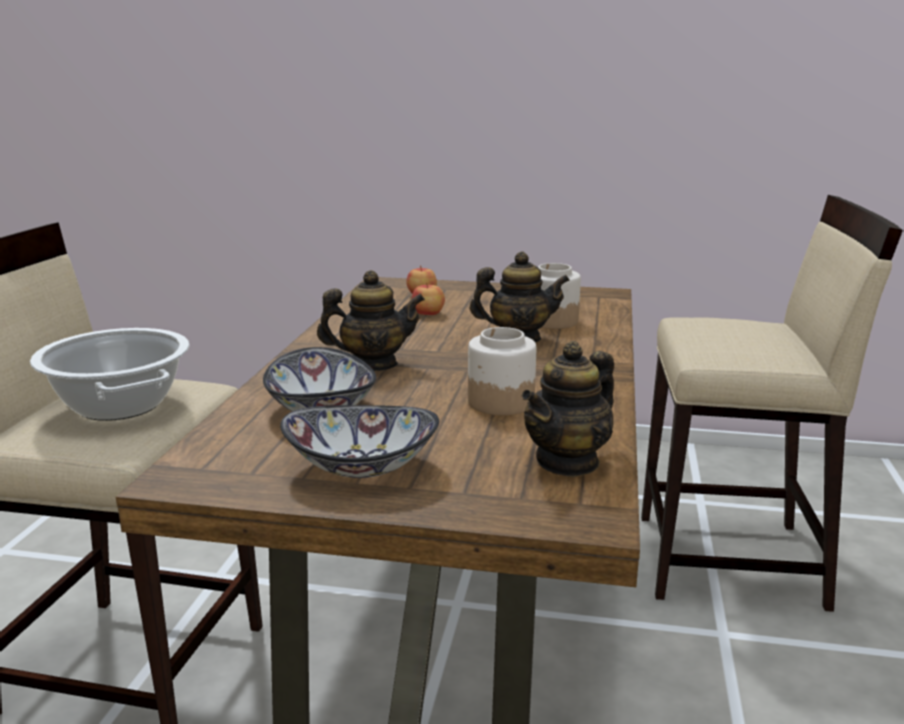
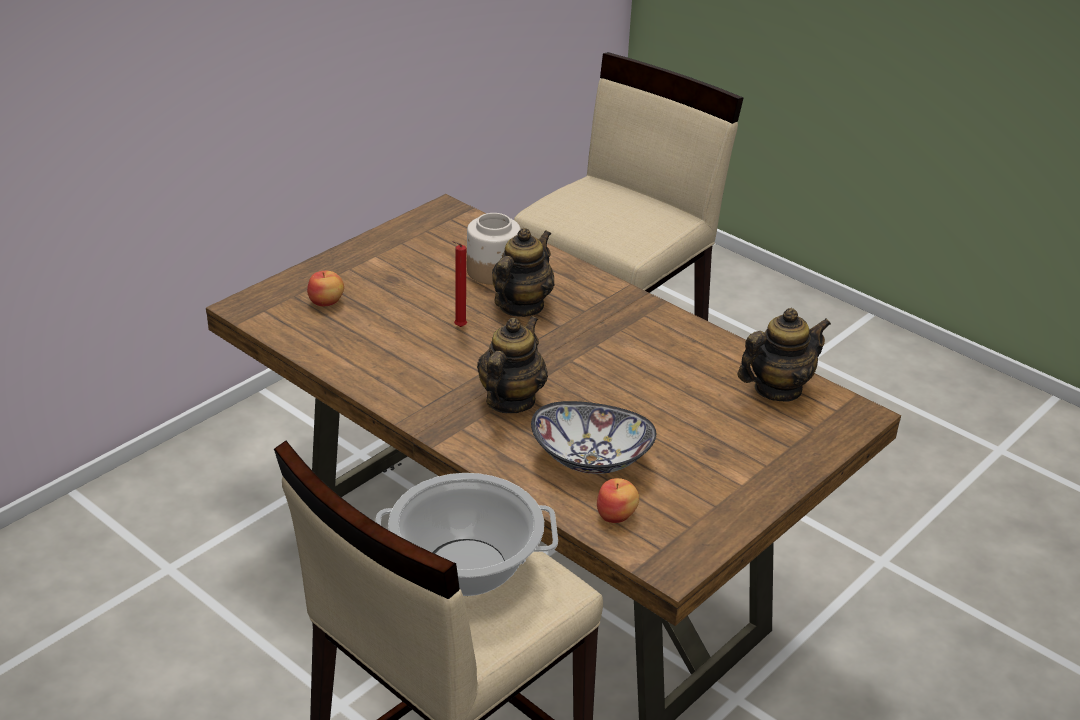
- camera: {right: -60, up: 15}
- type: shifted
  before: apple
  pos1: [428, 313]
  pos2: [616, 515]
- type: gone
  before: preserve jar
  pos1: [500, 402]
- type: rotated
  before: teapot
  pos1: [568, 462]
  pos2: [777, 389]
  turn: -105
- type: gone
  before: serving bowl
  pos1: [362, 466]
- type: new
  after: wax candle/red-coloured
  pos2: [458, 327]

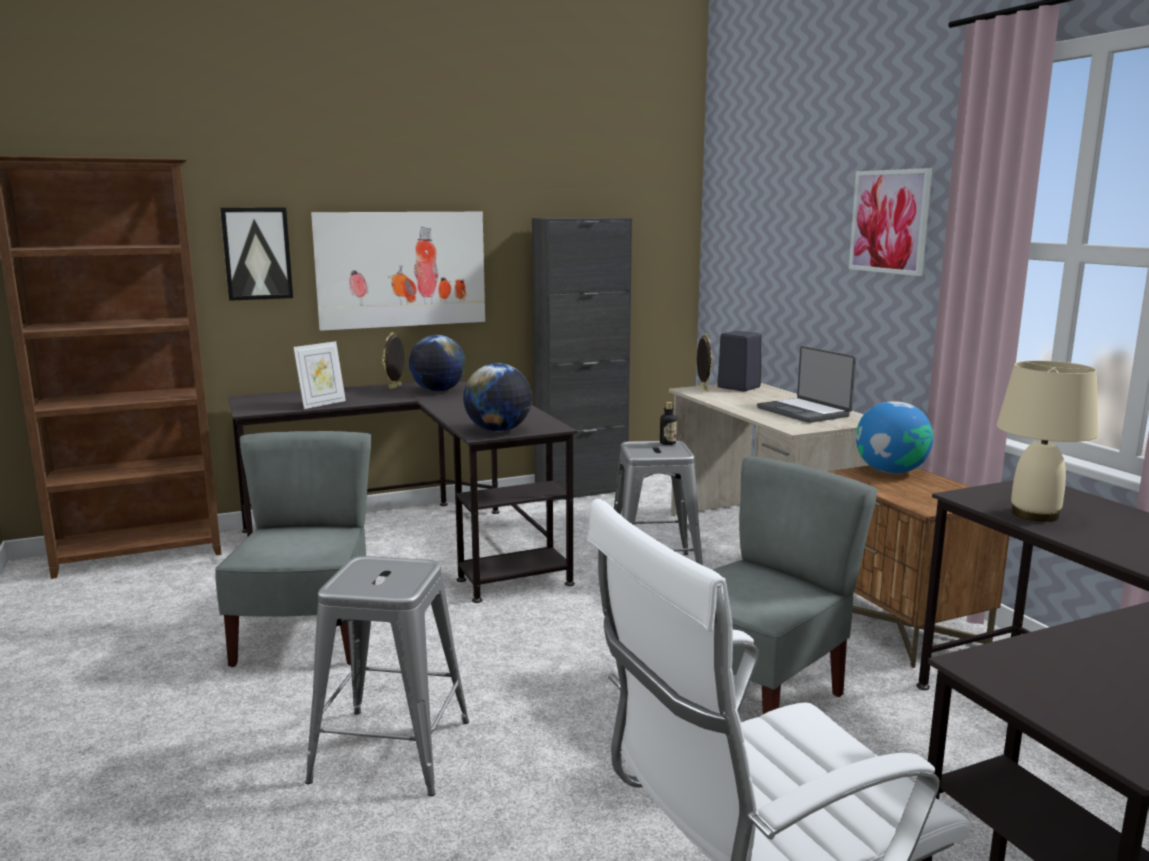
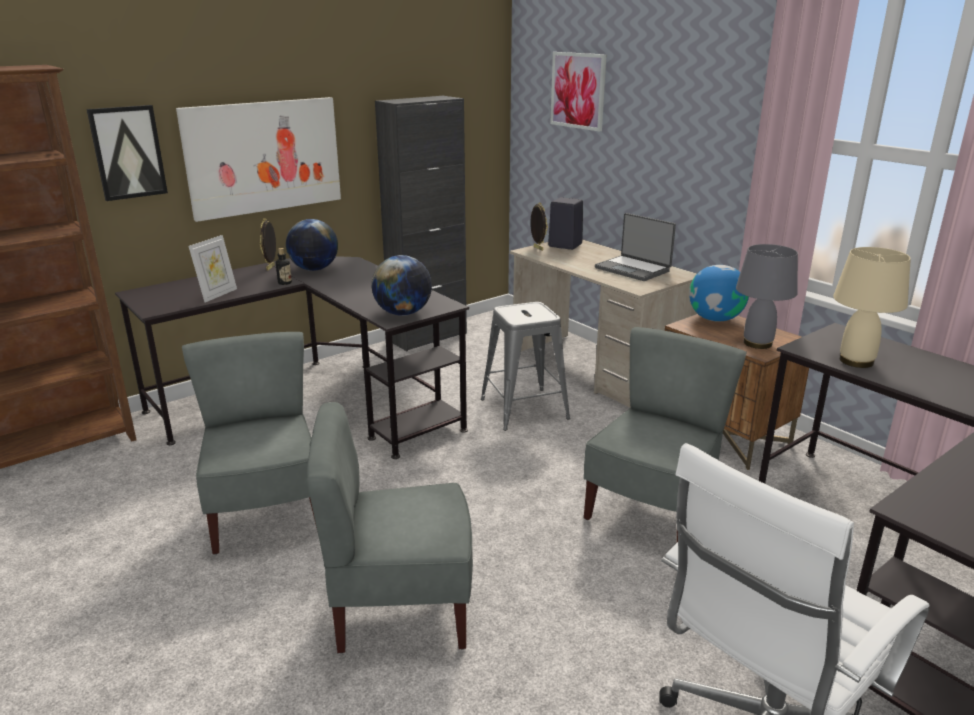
- camera: {right: -15, up: 10}
- type: shifted
  before: picture
  pos1: [889, 221]
  pos2: [578, 90]
- type: shifted
  before: drink bottle
  pos1: [667, 443]
  pos2: [285, 283]
- type: swapped
  before: stool/gray
  after: upright chair/gray
  pos1: [392, 751]
  pos2: [400, 609]
- type: new
  after: tabletop lamp/gray
  pos2: [758, 343]

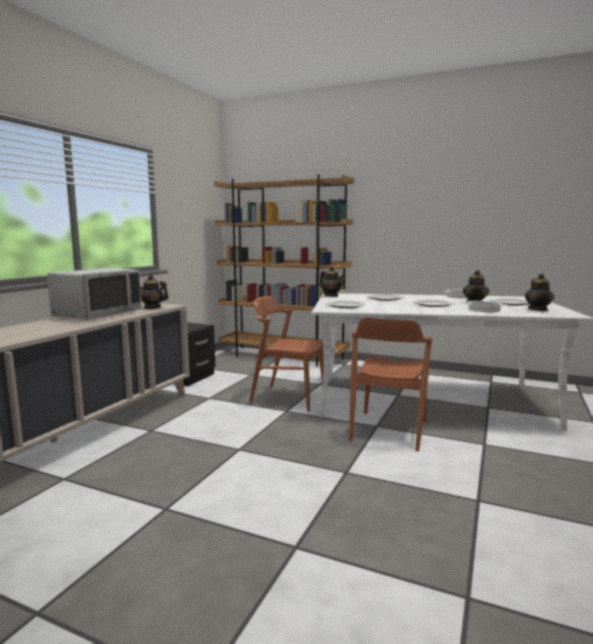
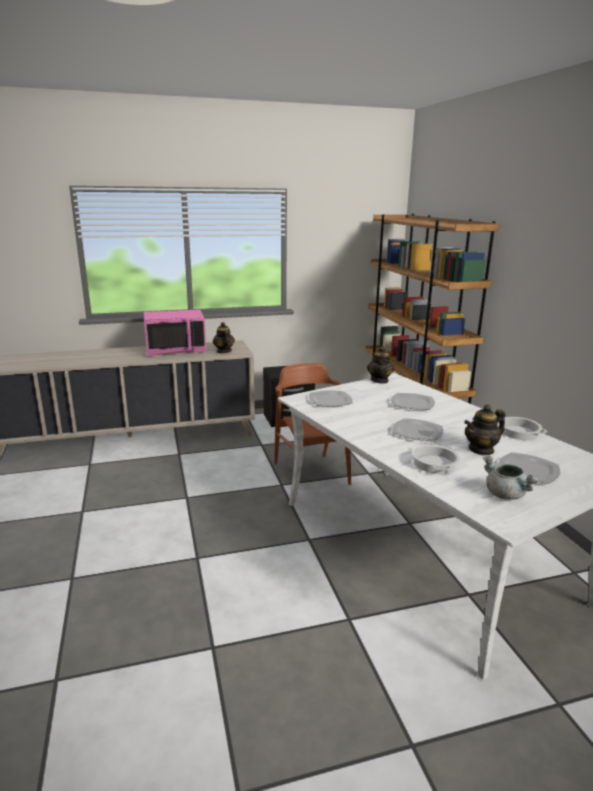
- camera: {right: 50, up: 10}
- type: repainted
  before: microwave oven/gray
  after: microwave oven/pinkish
  pos1: [97, 314]
  pos2: [176, 349]
- type: swapped
  before: teapot
  after: cooking pot/gray
  pos1: [538, 309]
  pos2: [506, 495]
- type: gone
  before: upright chair/brown
  pos1: [389, 430]

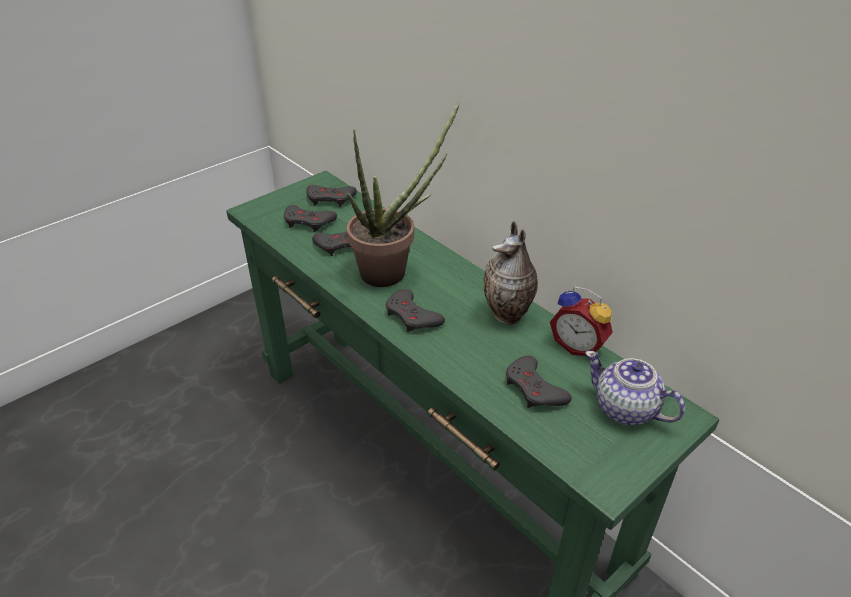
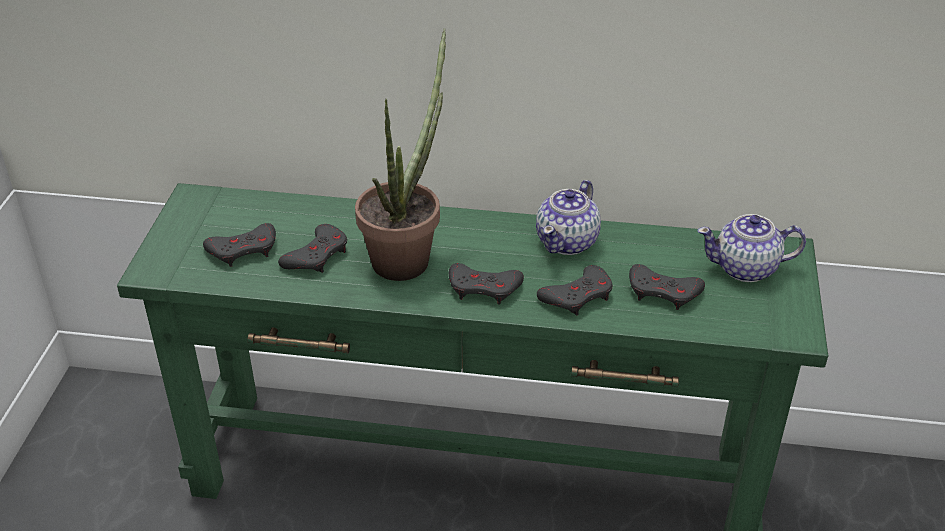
- camera: {right: -40, up: 0}
- type: shifted
  before: joypad/gray
  pos1: [330, 199]
  pos2: [578, 296]
- type: swapped
  before: decorative vase
  after: teapot
  pos1: [508, 316]
  pos2: [568, 241]
- type: gone
  before: alarm clock
  pos1: [578, 345]

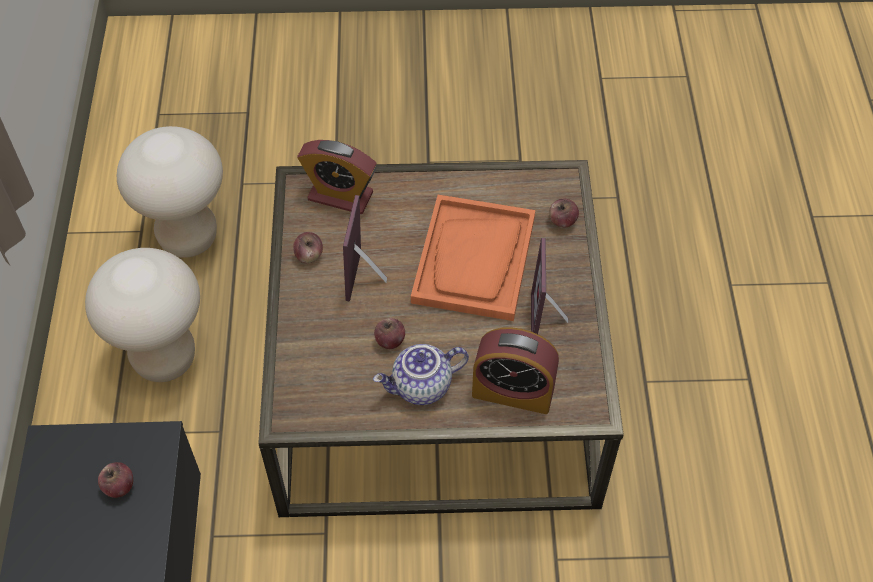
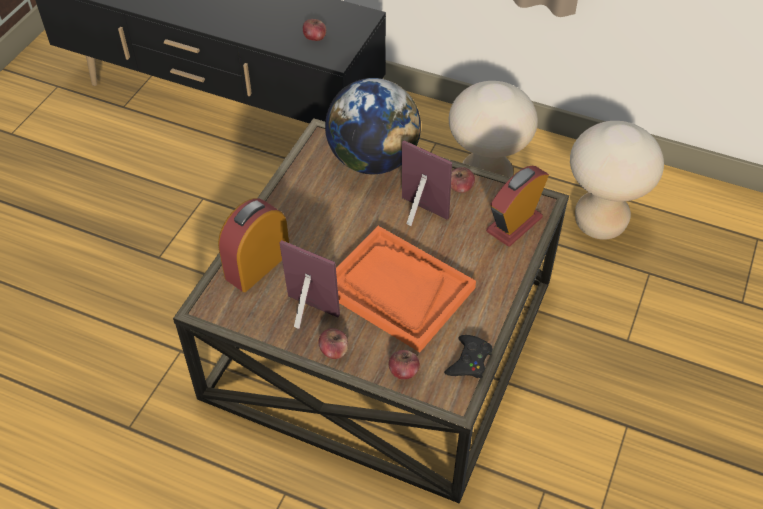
- camera: {right: 115, up: -5}
- type: shifted
  before: apple
  pos1: [390, 340]
  pos2: [334, 351]
- type: gone
  before: teapot
  pos1: [421, 387]
- type: new
  after: desk globe
  pos2: [373, 160]
- type: new
  after: joypad/black
  pos2: [469, 361]

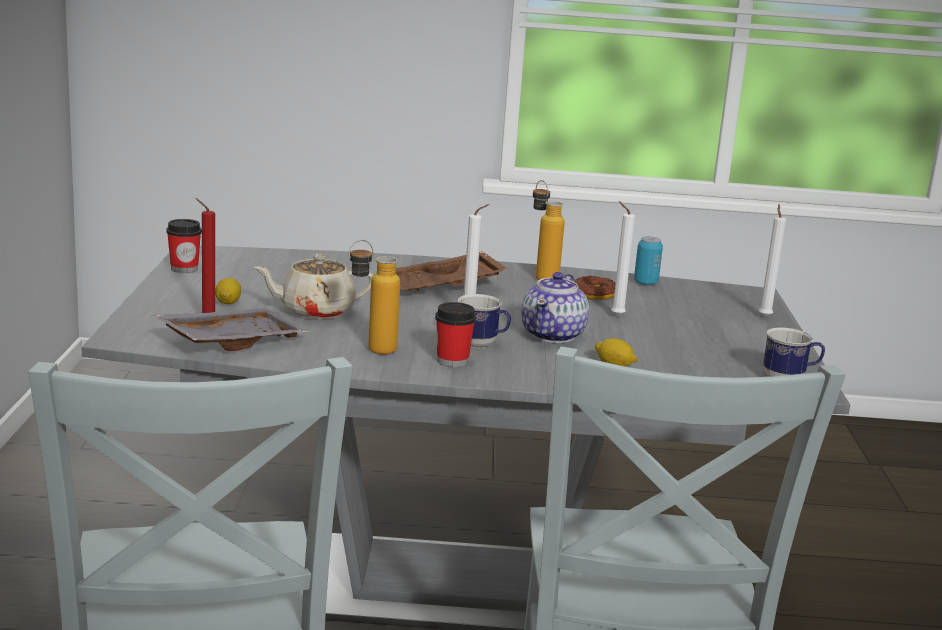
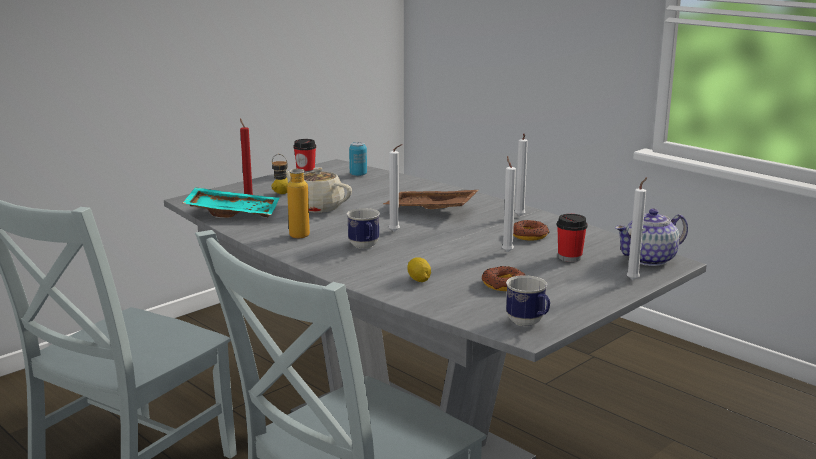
- camera: {right: 45, up: 0}
- type: swapped
  before: drink bottle
  after: wax candle/whitish
  pos1: [541, 276]
  pos2: [519, 217]
- type: shifted
  before: can
  pos1: [645, 283]
  pos2: [358, 174]
- type: shifted
  before: teapot
  pos1: [553, 335]
  pos2: [650, 259]
- type: shifted
  before: small cup
  pos1: [452, 361]
  pos2: [569, 257]
- type: repainted
  before: carrying tray/gray
  after: carrying tray/turquoise
  pos1: [230, 342]
  pos2: [233, 213]
- type: new
  after: ring doughnut
  pos2: [504, 284]

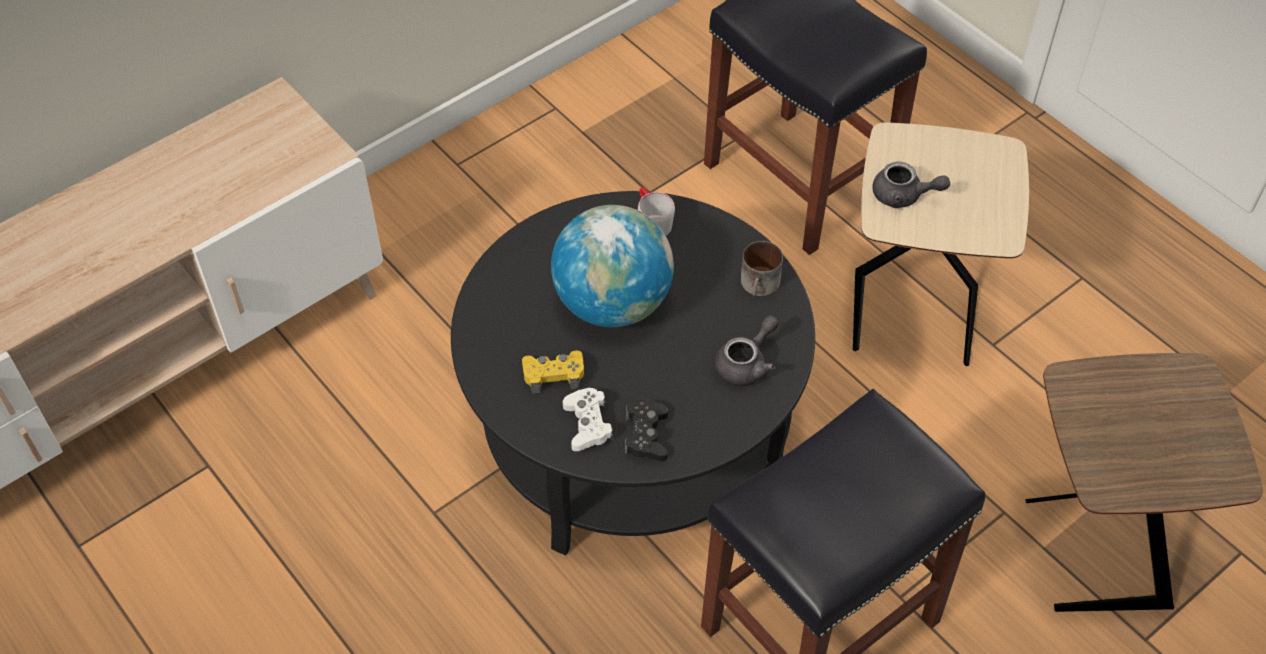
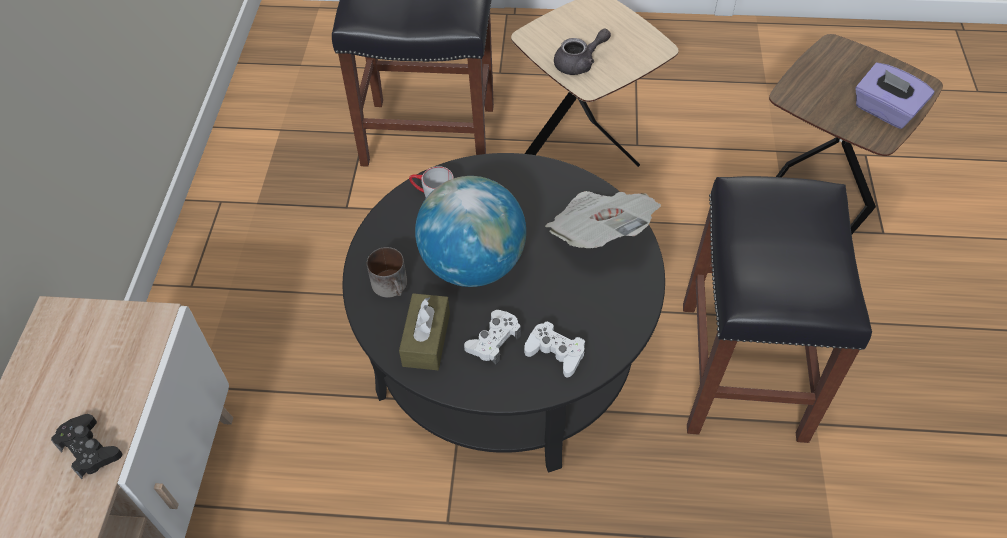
- camera: {right: -45, up: 0}
- type: shifted
  before: mug
  pos1: [760, 285]
  pos2: [393, 286]
- type: swapped
  before: teapot/gray
  after: daily paper
  pos1: [746, 364]
  pos2: [599, 234]
- type: repainted
  before: joypad/yellowish
  after: joypad/whitish
  pos1: [553, 375]
  pos2: [493, 340]
- type: shifted
  before: joypad/black
  pos1: [646, 435]
  pos2: [89, 450]
- type: new
  after: tissue holder/purple-coloured
  pos2: [884, 111]
- type: new
  after: tissue holder/brown
  pos2: [426, 339]

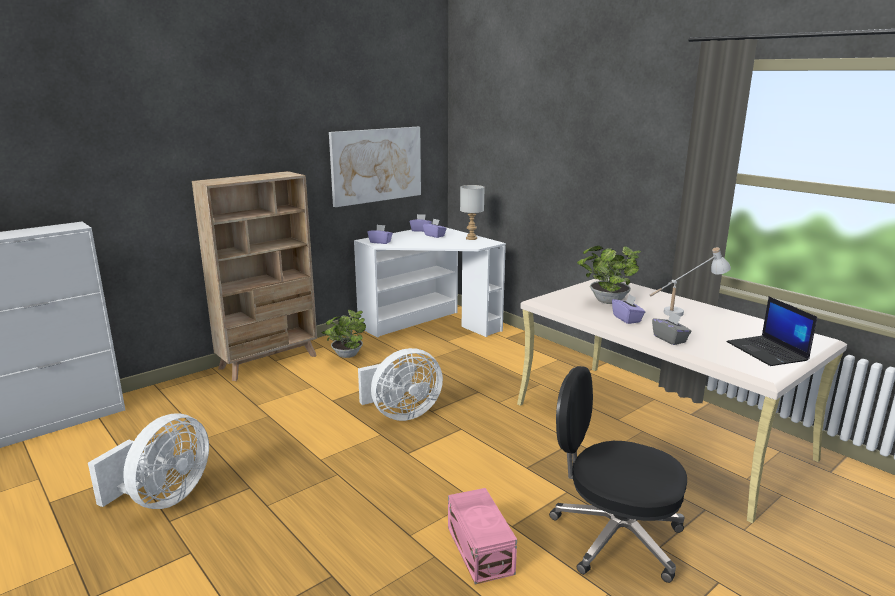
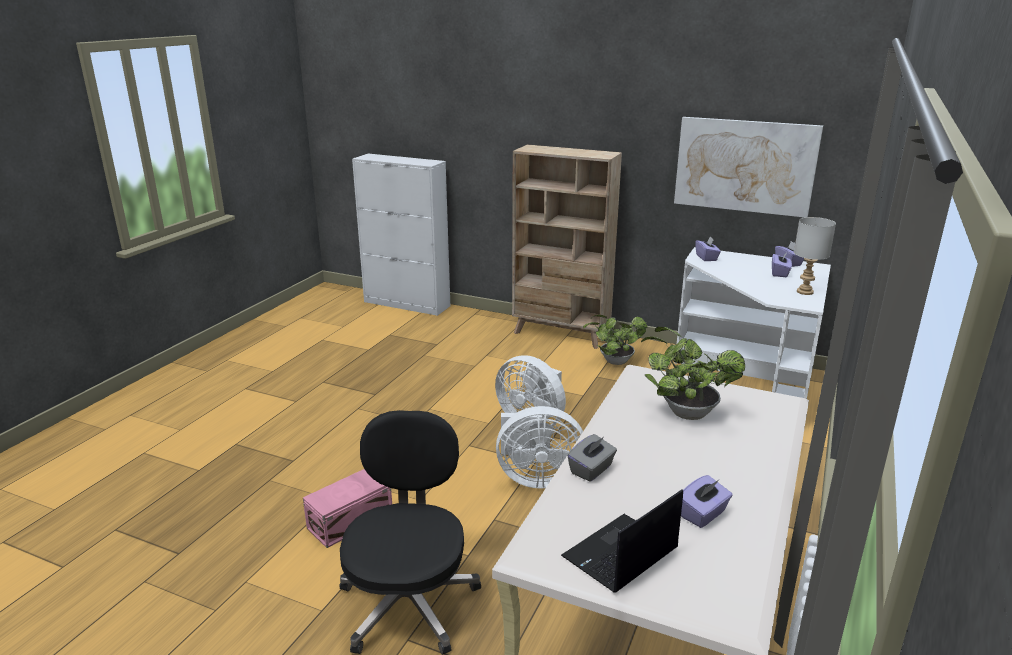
- camera: {right: 65, up: 5}
- type: gone
  before: tabletop lamp/whitish
  pos1: [685, 311]
- type: shifted
  before: tissue holder/purple-coloured
  pos1: [627, 319]
  pos2: [703, 514]
- type: shifted
  before: electric fan/whitish
  pos1: [163, 498]
  pos2: [536, 478]

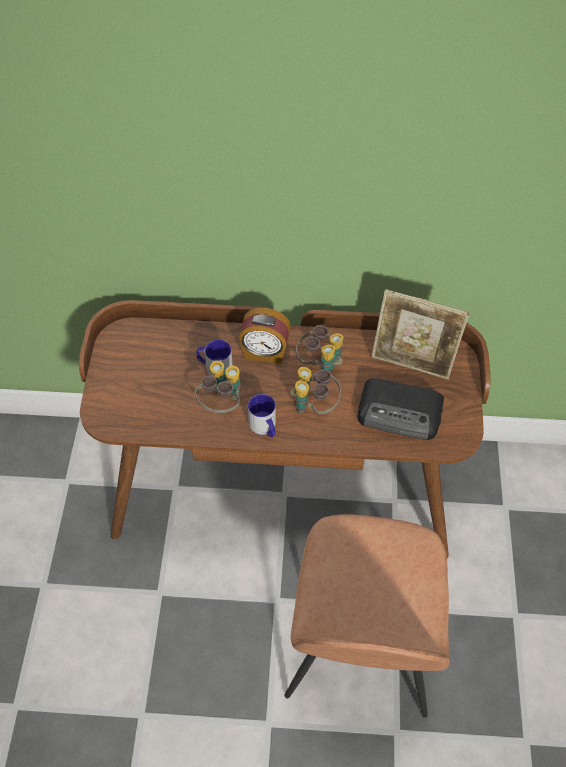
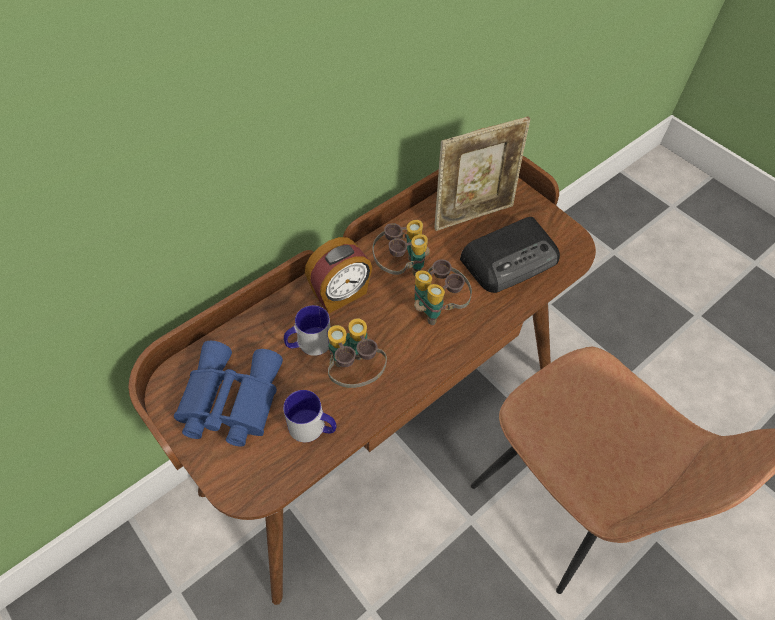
- camera: {right: -45, up: 0}
- type: shifted
  before: mug
  pos1: [264, 427]
  pos2: [313, 428]
- type: new
  after: binoculars/blue-coloured
  pos2: [228, 401]

